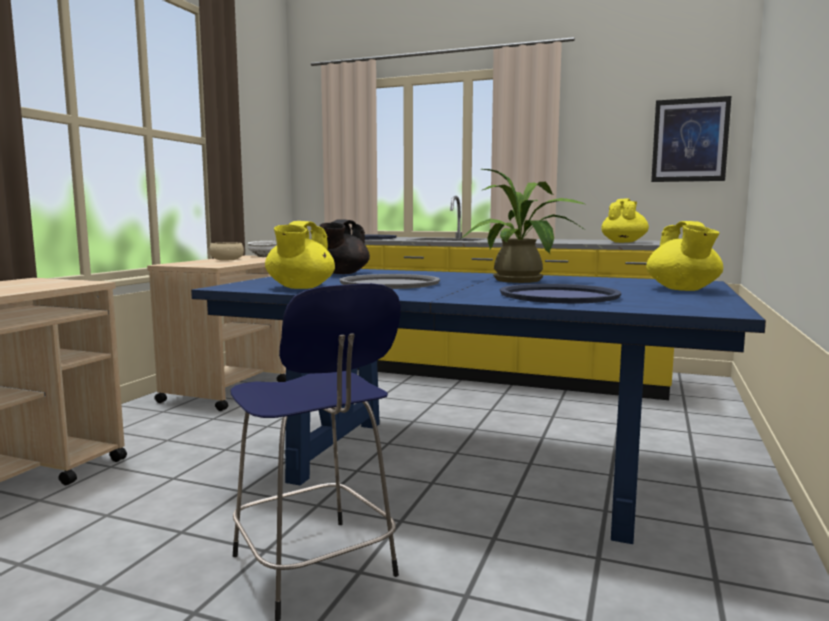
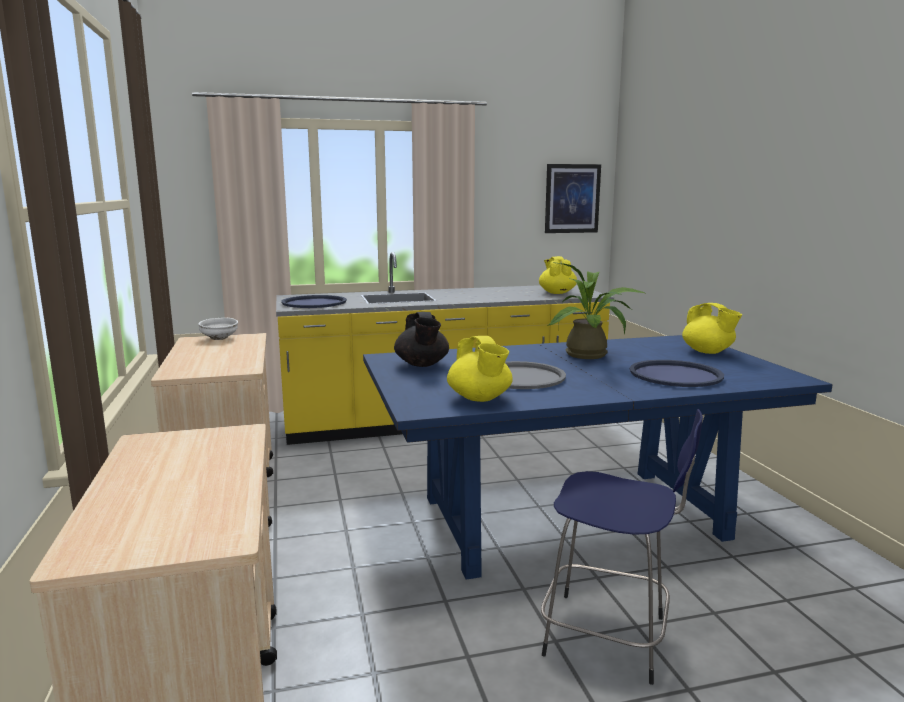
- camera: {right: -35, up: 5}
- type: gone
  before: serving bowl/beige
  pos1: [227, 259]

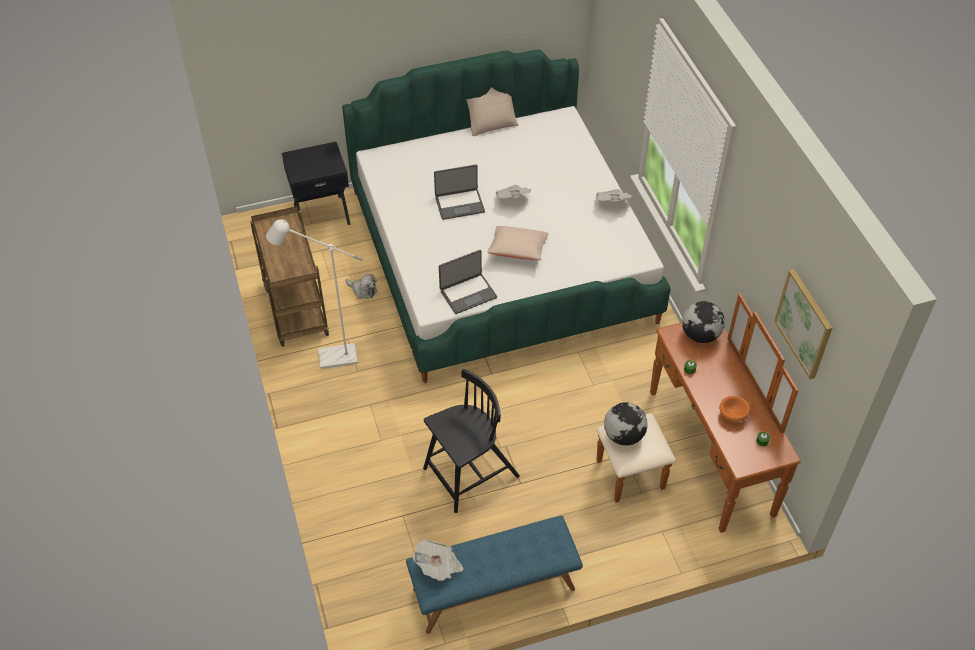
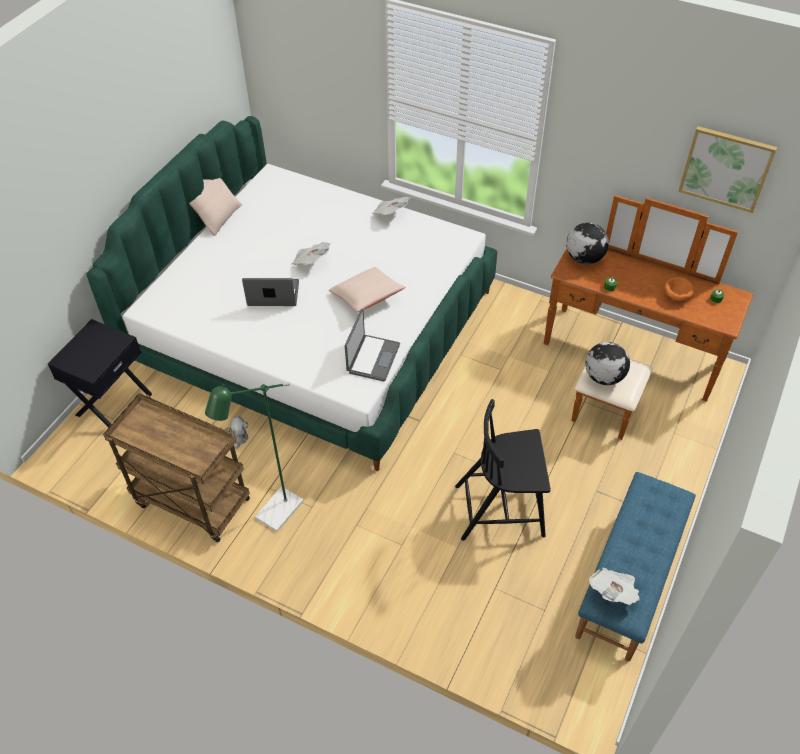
- camera: {right: -45, up: 0}
- type: rotated
  before: notebook computer
  pos1: [459, 204]
  pos2: [273, 295]
  turn: -120
- type: repainted
  before: floor lamp/whitish
  after: floor lamp/green
  pos1: [330, 358]
  pos2: [274, 516]
- type: rotated
  before: upright chair/black
  pos1: [469, 474]
  pos2: [501, 510]
  turn: -105

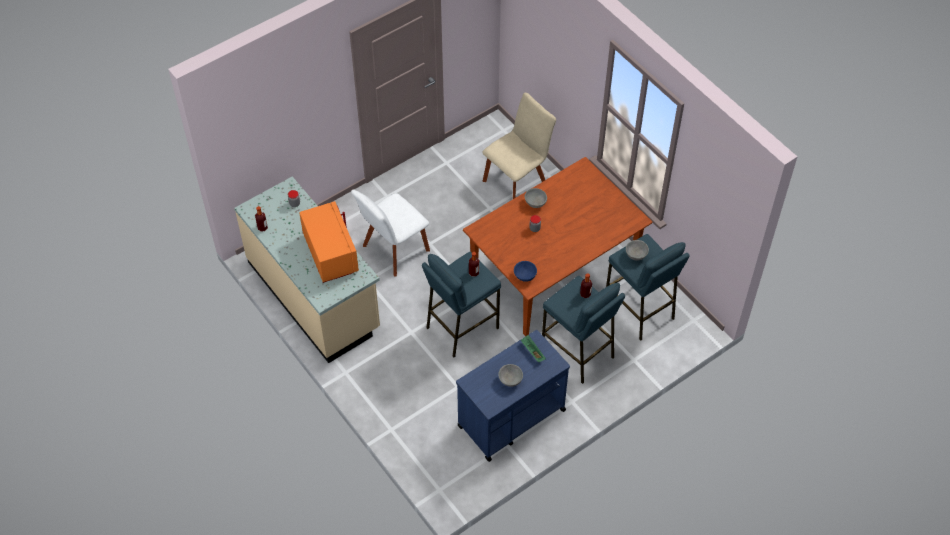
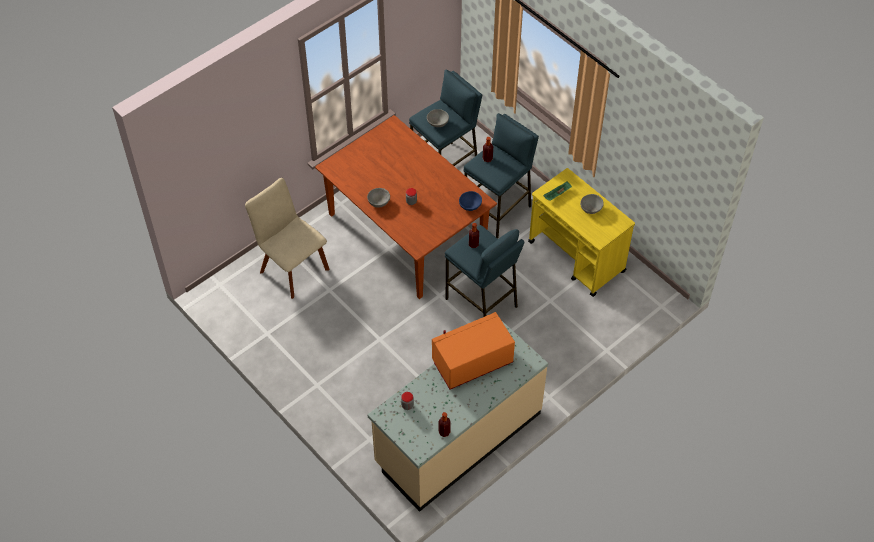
- camera: {right: -95, up: 0}
- type: gone
  before: upright chair/whitish
  pos1: [393, 250]
- type: repainted
  before: trolley/blue-coloured
  after: trolley/yellowish
  pos1: [510, 418]
  pos2: [577, 257]

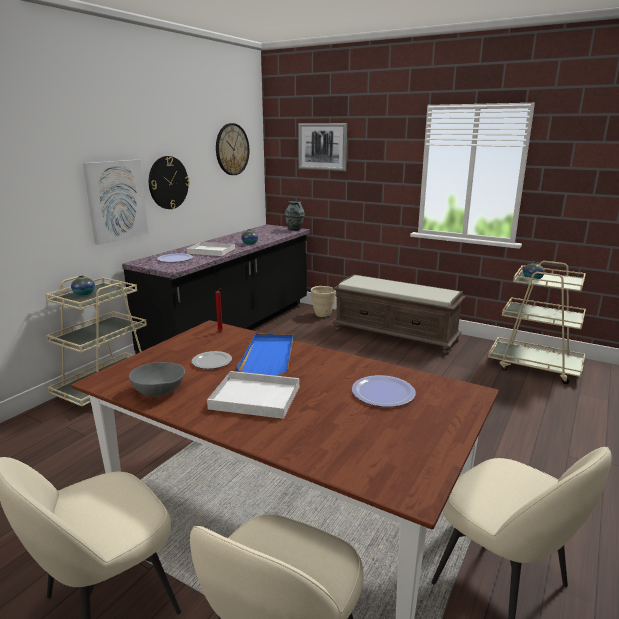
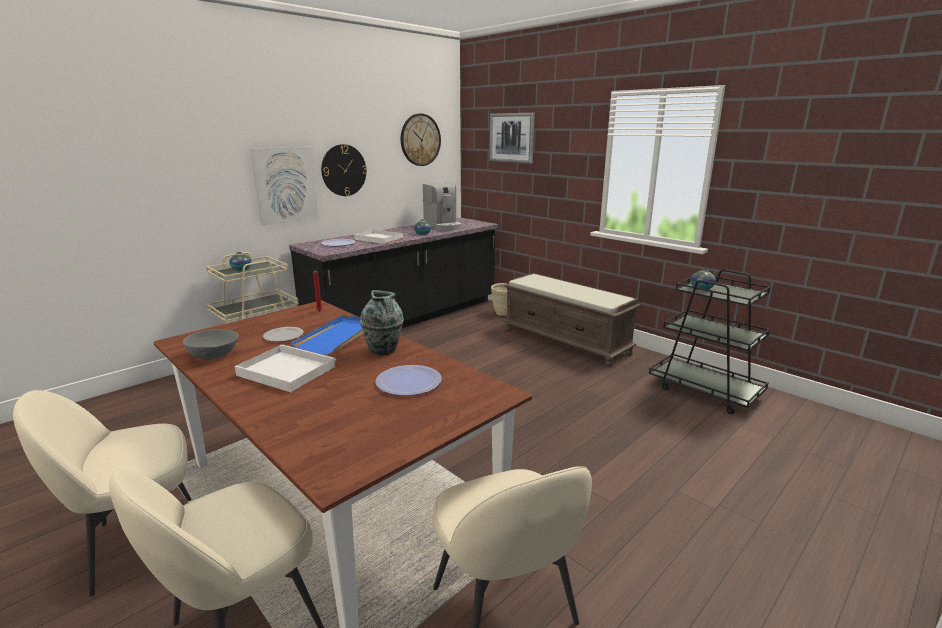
- camera: {right: 15, up: 0}
- type: shifted
  before: decorative vase
  pos1: [294, 230]
  pos2: [383, 350]
- type: repainted
  before: trolley/beige
  after: trolley/black
  pos1: [535, 367]
  pos2: [705, 391]
- type: new
  after: coffee maker
  pos2: [443, 226]

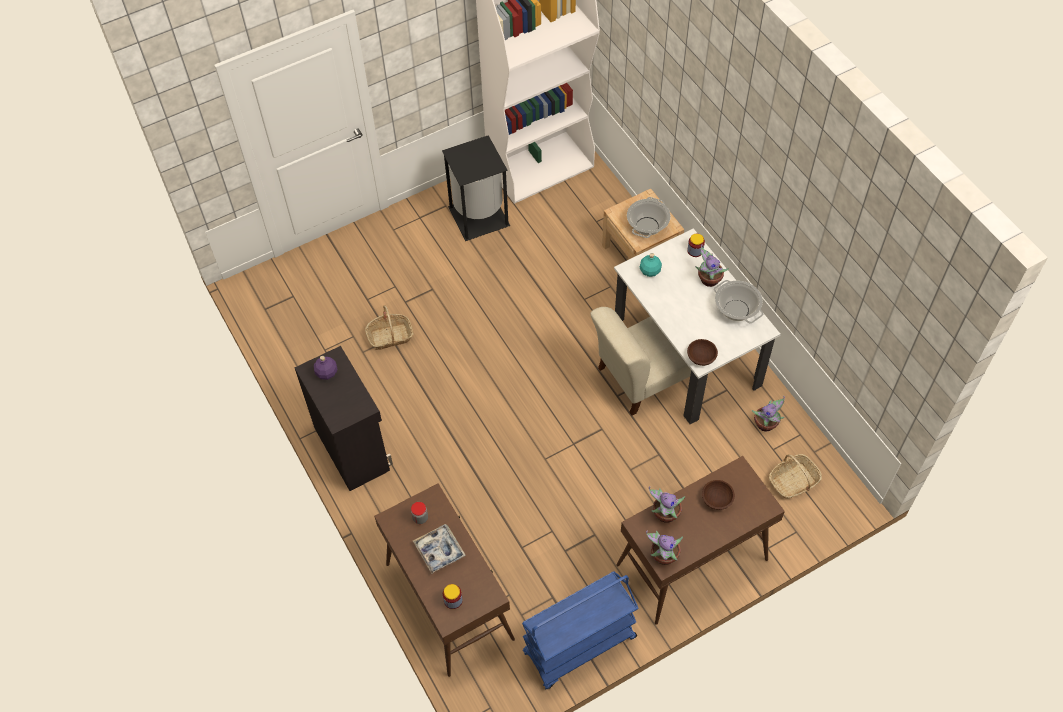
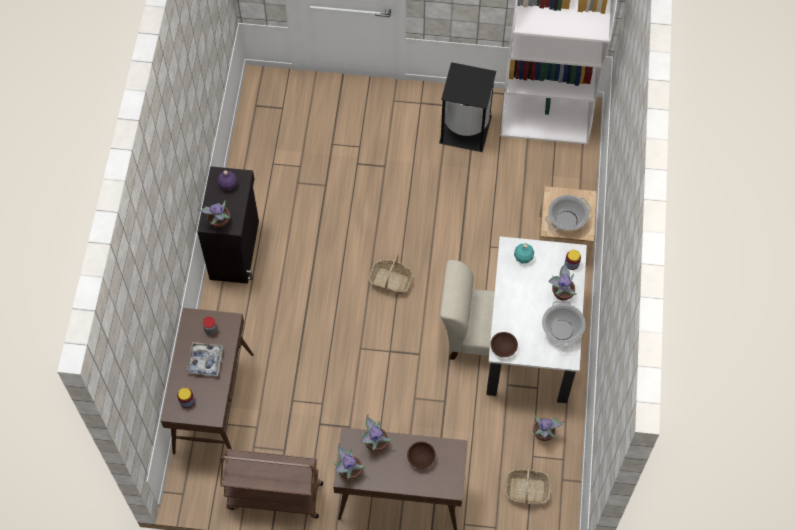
- camera: {right: 35, up: 5}
- type: shifted
  before: household basket
  pos1: [390, 336]
  pos2: [391, 280]
- type: repainted
  before: trolley/blue-coloured
  after: trolley/brown
  pos1: [579, 646]
  pos2: [274, 496]
- type: new
  after: potted plant
  pos2: [219, 223]

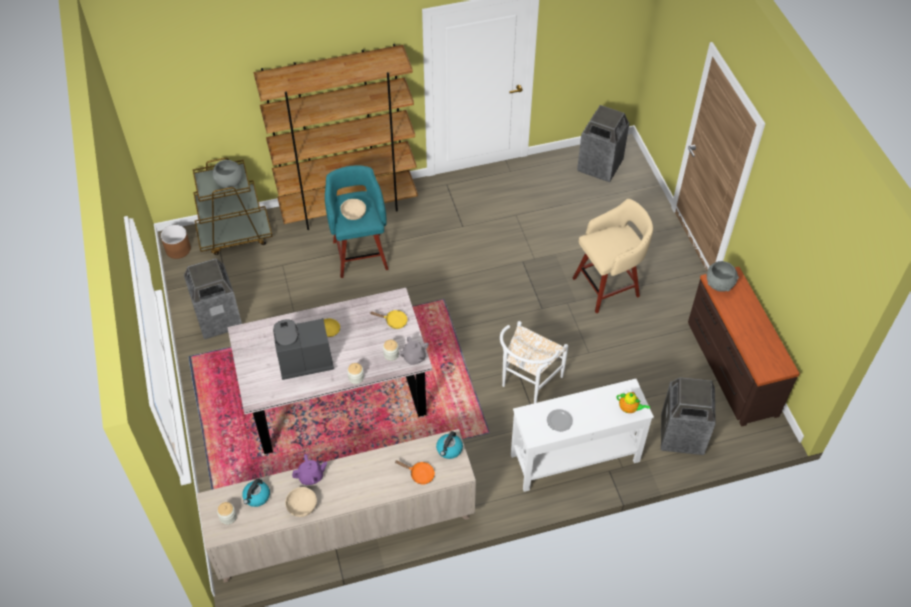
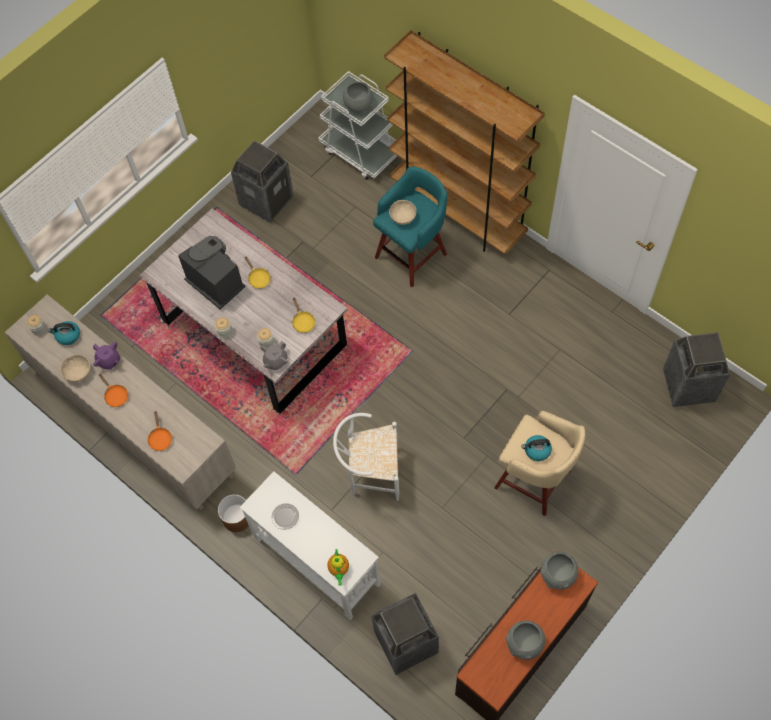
- camera: {right: 60, up: 10}
- type: repainted
  before: trolley/brown
  after: trolley/whitish
  pos1: [235, 235]
  pos2: [359, 152]
- type: shifted
  before: planter/brown
  pos1: [178, 249]
  pos2: [237, 518]
- type: shifted
  before: kettle
  pos1: [449, 449]
  pos2: [537, 450]
- type: new
  after: frying pan/orange-coloured
  pos2: [115, 395]
- type: new
  after: serving bowl/gray
  pos2: [524, 644]

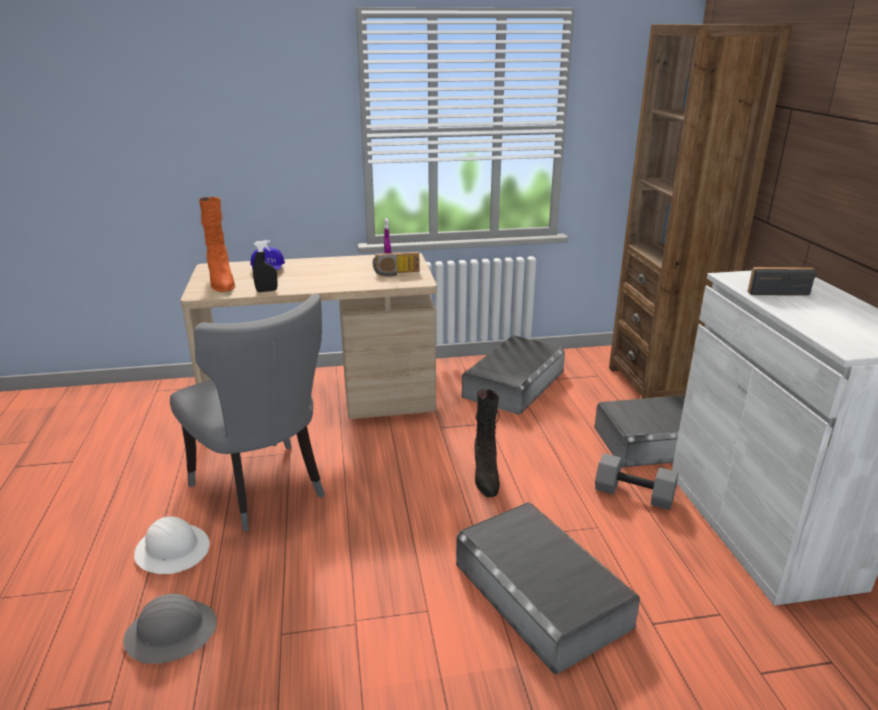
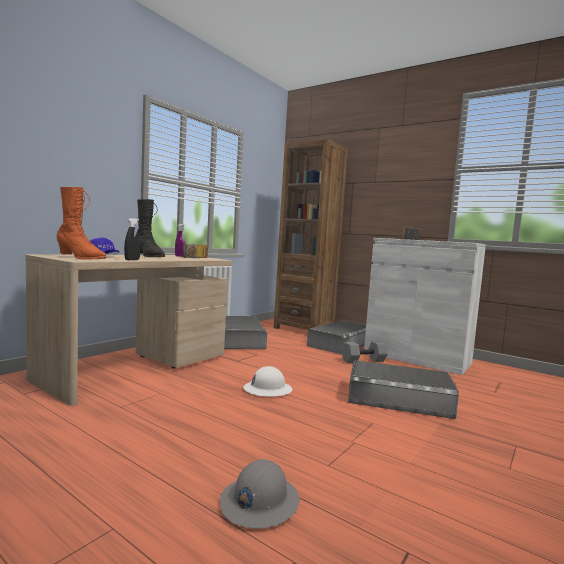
- camera: {right: -45, up: -20}
- type: gone
  before: upright chair/gray
  pos1: [264, 490]
- type: shifted
  before: tall boot/black
  pos1: [485, 476]
  pos2: [149, 256]
- type: shifted
  before: safety helmet/whitish
  pos1: [173, 550]
  pos2: [267, 389]

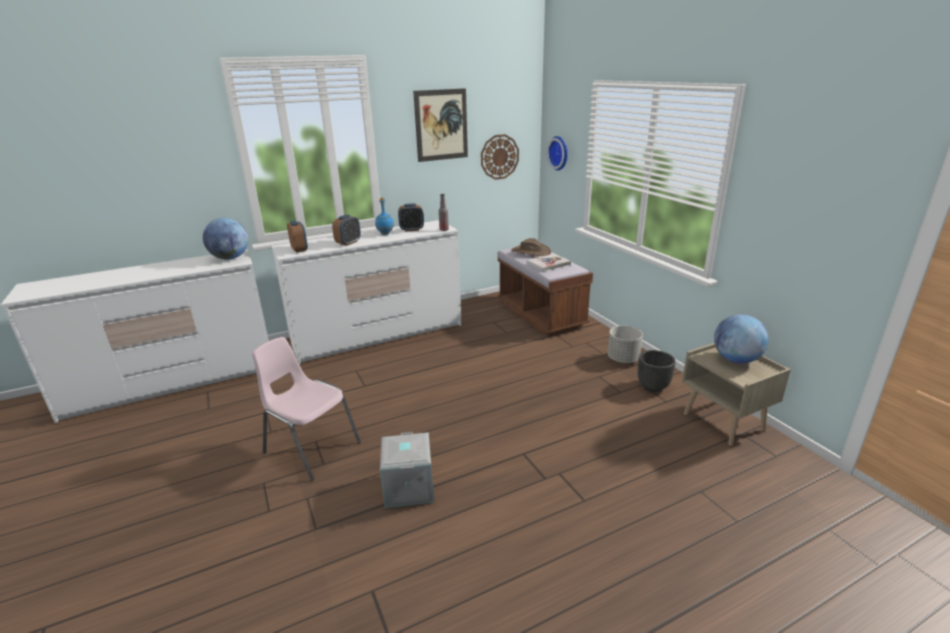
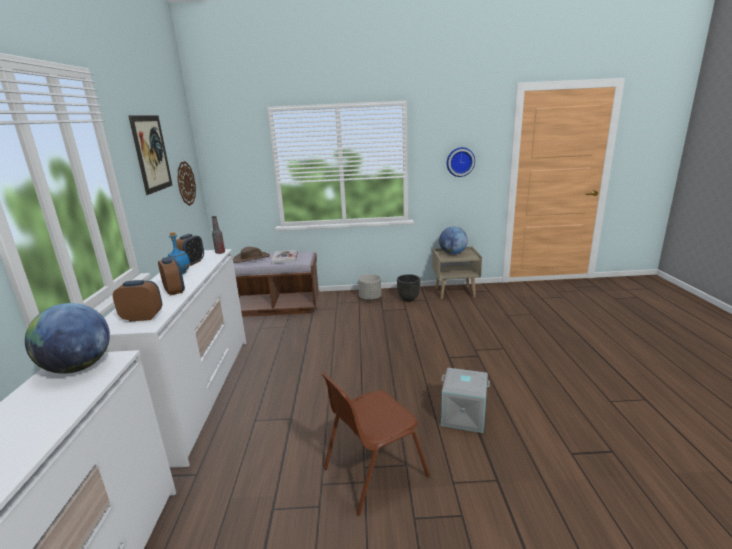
- camera: {right: -65, up: -5}
- type: shifted
  before: clock on the wall
  pos1: [560, 153]
  pos2: [460, 162]
- type: repainted
  before: upright chair/pinkish
  after: upright chair/brown
  pos1: [311, 447]
  pos2: [373, 472]

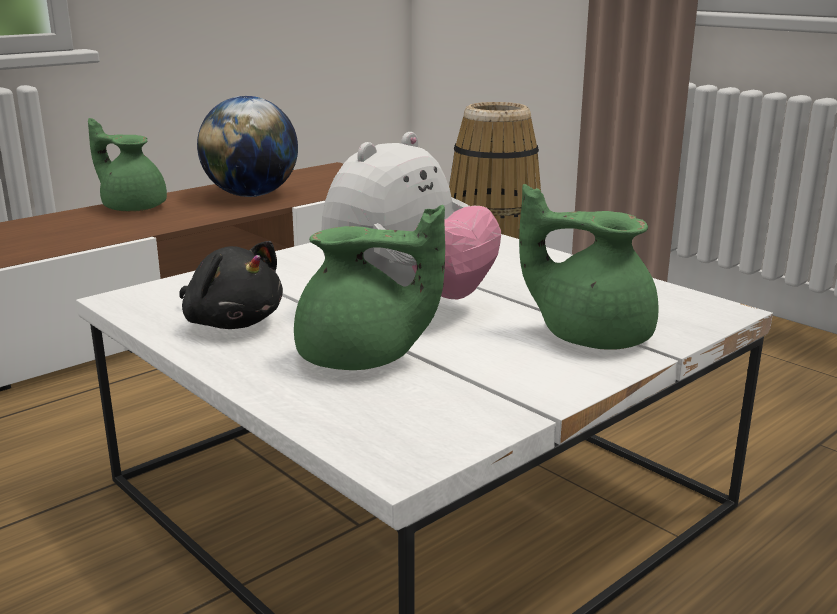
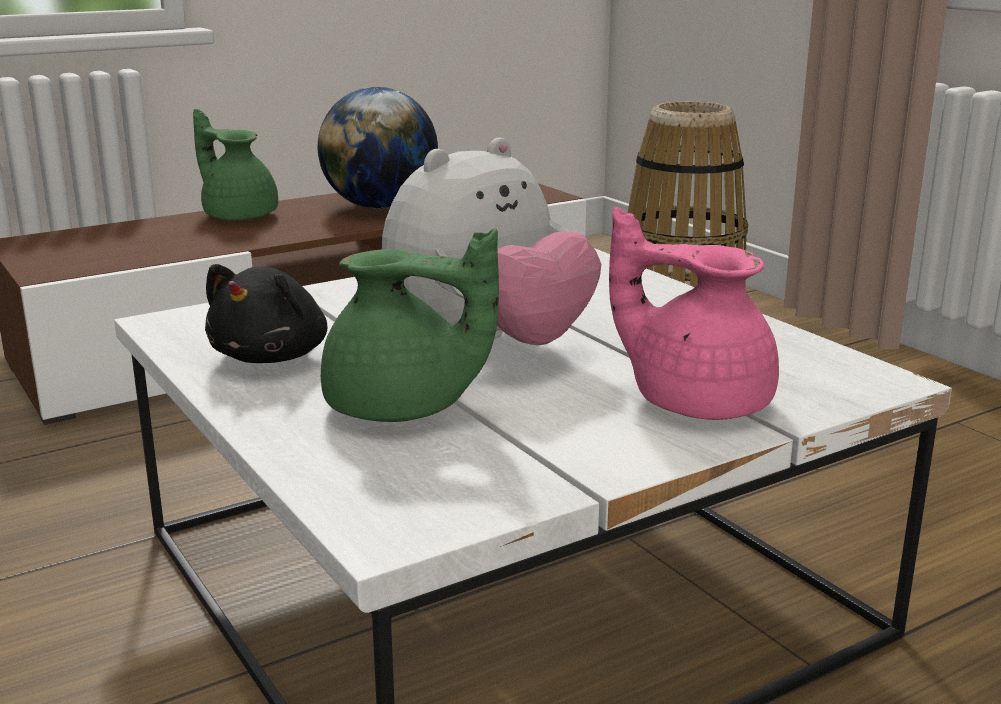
- camera: {right: 10, up: 0}
- type: repainted
  before: teapot/green
  after: teapot/pinkish
  pos1: [591, 335]
  pos2: [695, 400]
- type: rotated
  before: plush toy/black
  pos1: [232, 322]
  pos2: [273, 356]
  turn: 60

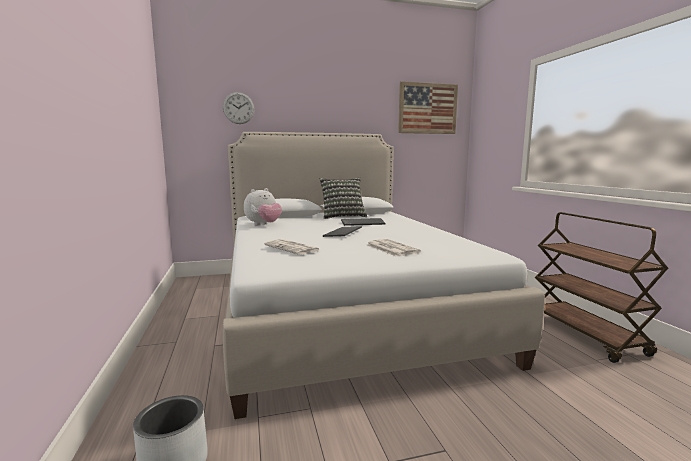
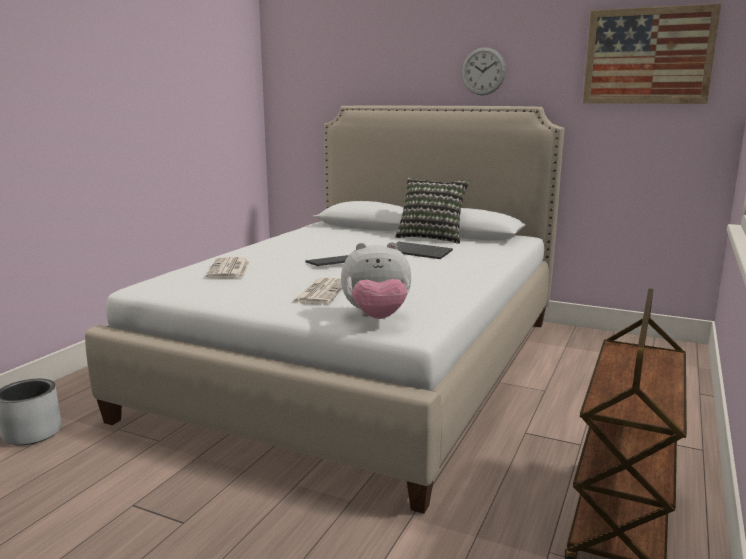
- camera: {right: 40, up: 5}
- type: shifted
  before: clock on the wall
  pos1: [238, 108]
  pos2: [483, 71]
- type: shifted
  before: plush toy
  pos1: [263, 225]
  pos2: [377, 318]

